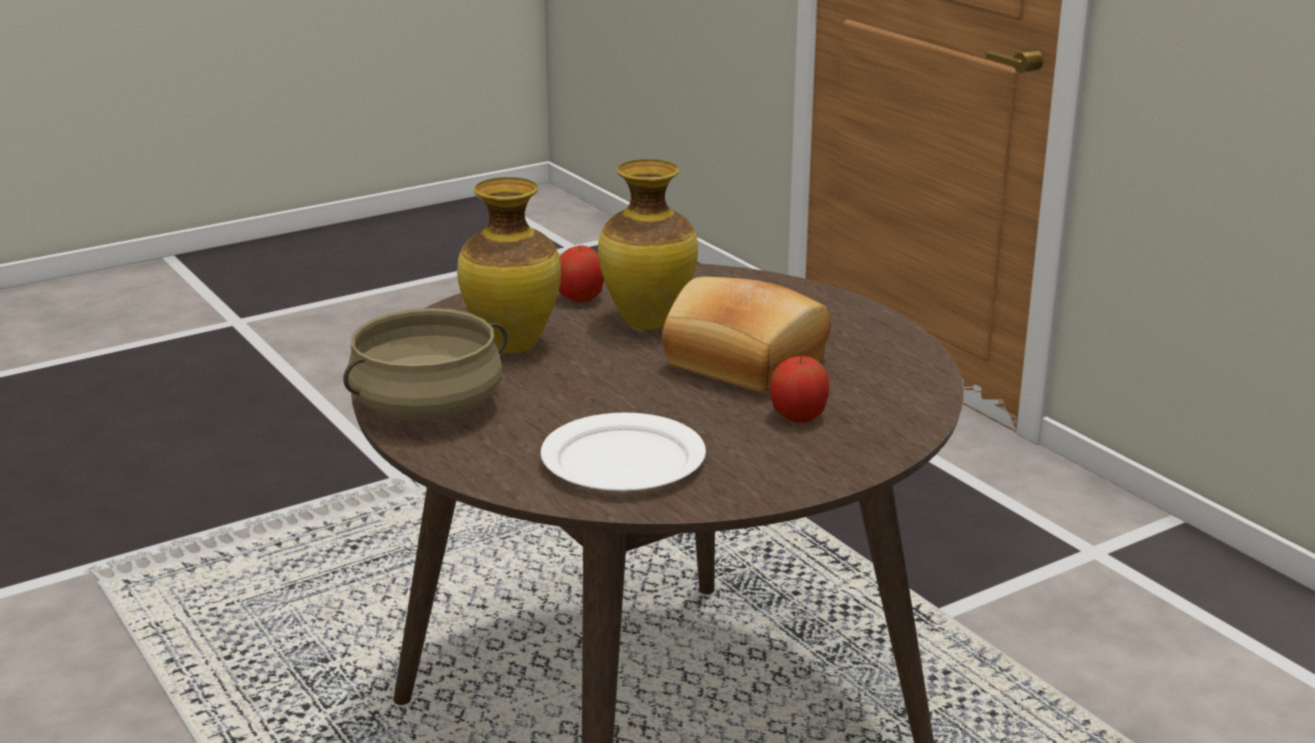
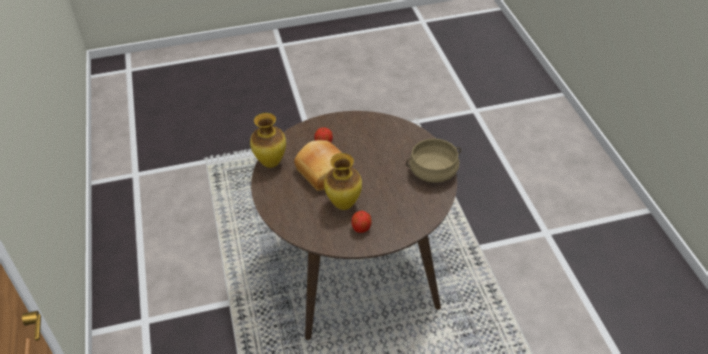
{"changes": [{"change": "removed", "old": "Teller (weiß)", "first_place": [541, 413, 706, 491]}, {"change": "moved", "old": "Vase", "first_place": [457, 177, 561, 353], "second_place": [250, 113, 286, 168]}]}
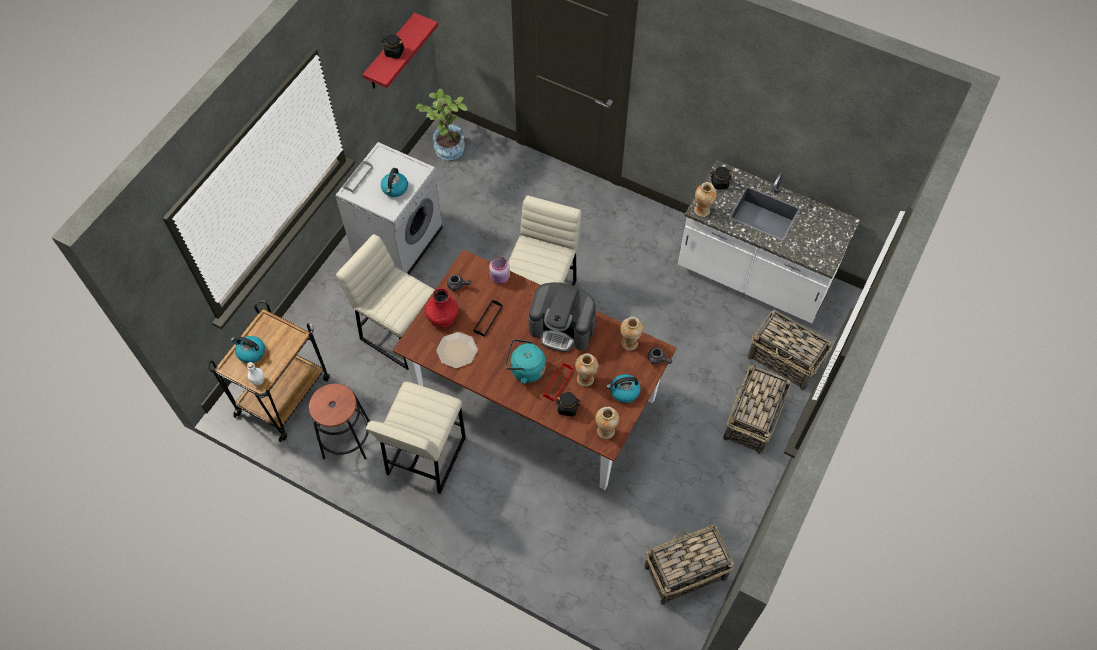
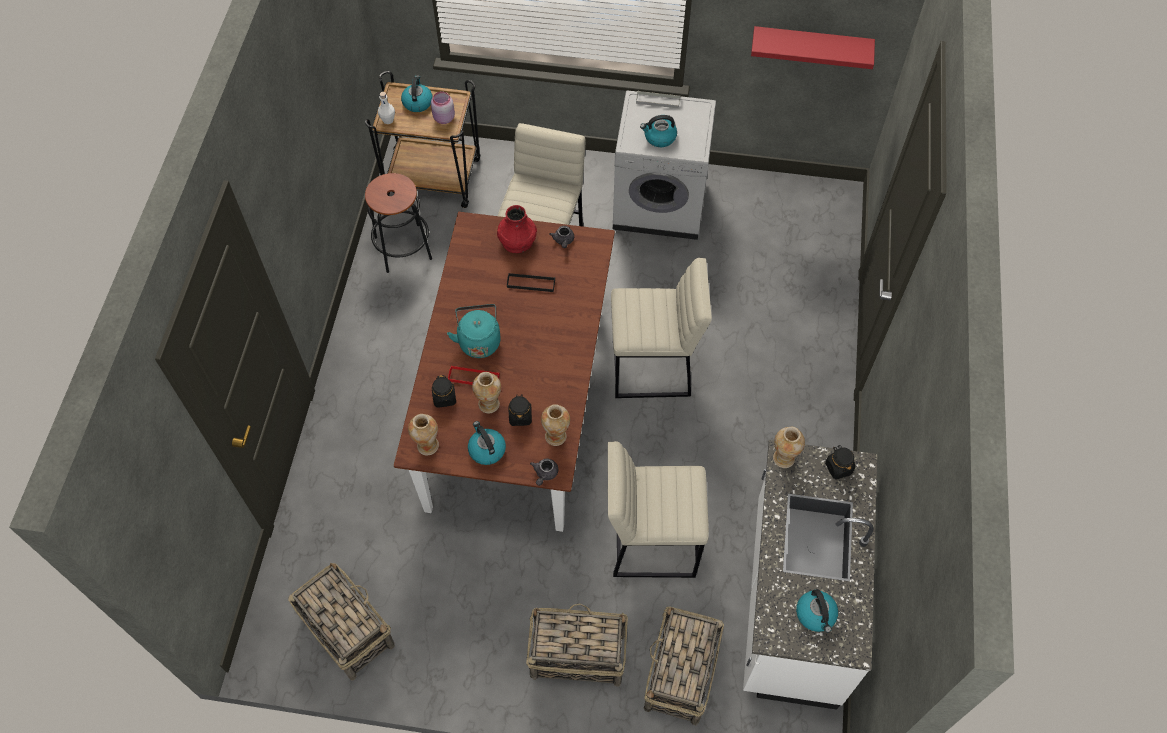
{"changes": [{"change": "removed", "old": "Topfpflanze", "first_place": [416, 89, 467, 160]}, {"change": "removed", "old": "Teller", "first_place": [437, 332, 478, 368]}, {"change": "removed", "old": "Kaffeemaschine", "first_place": [528, 282, 596, 352]}, {"change": "added", "new": "Wasserkessel", "second_place": [796, 589, 838, 633]}, {"change": "moved", "old": "Stuhl (beige)", "first_place": [366, 382, 466, 494], "second_place": [608, 441, 709, 578]}, {"change": "moved", "old": "Vorratsglas (schwarz)", "first_place": [383, 34, 404, 59], "second_place": [509, 394, 532, 426]}, {"change": "moved", "old": "Vorratsglas (rosa)", "first_place": [489, 257, 510, 284], "second_place": [431, 91, 455, 124]}]}
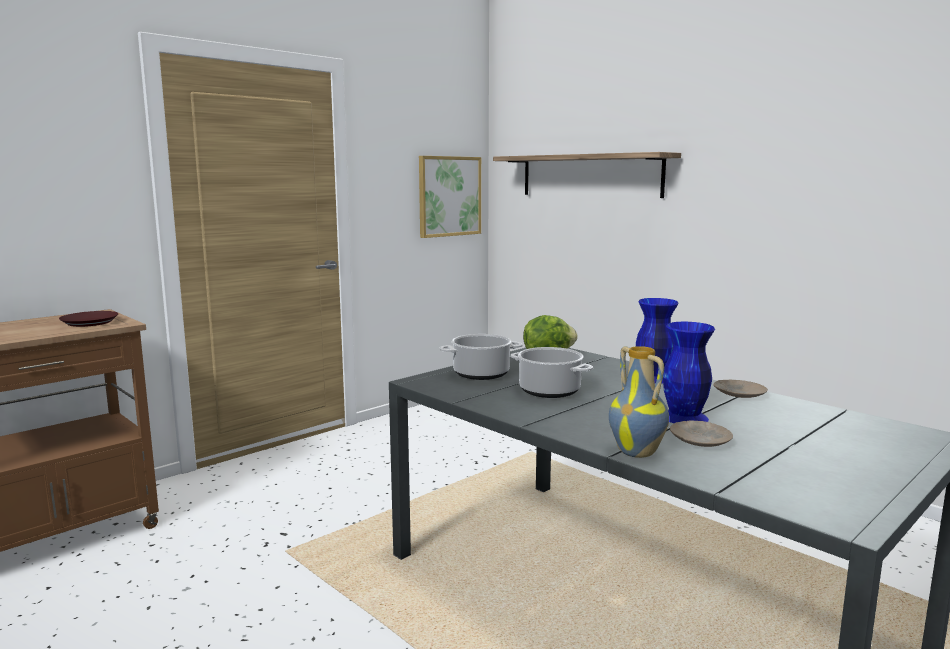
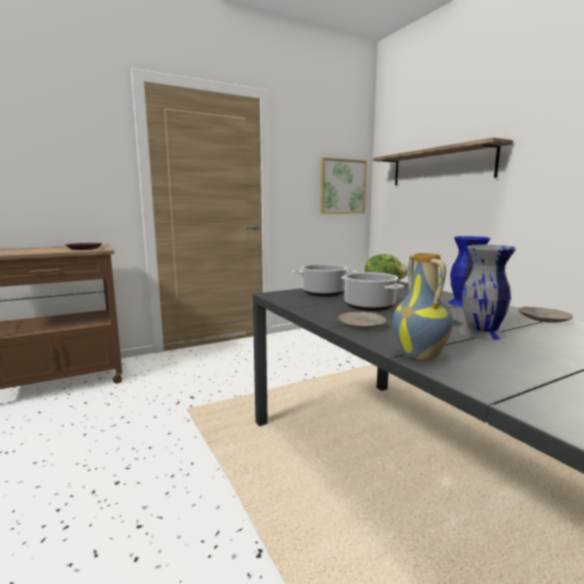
{"changes": [{"change": "moved", "old": "Teller (beige)", "first_place": [670, 421, 733, 447], "second_place": [338, 312, 387, 329]}, {"change": "recoloured", "old": "Vase (blau)", "new": "Vase (grau)", "first_place": [663, 322, 715, 423], "second_place": [459, 245, 516, 340]}]}
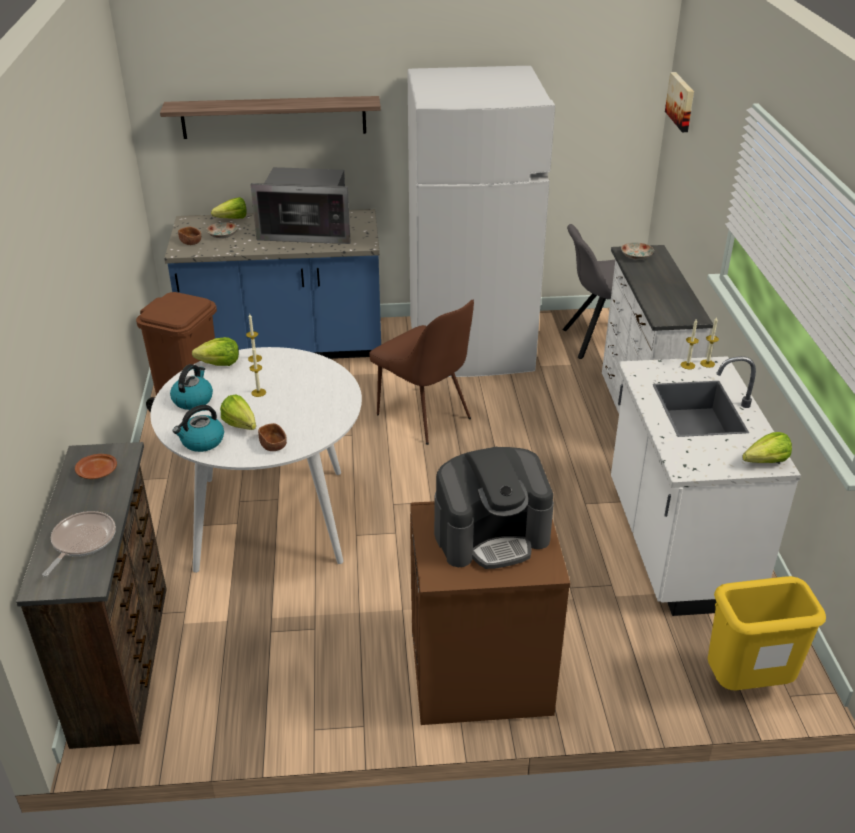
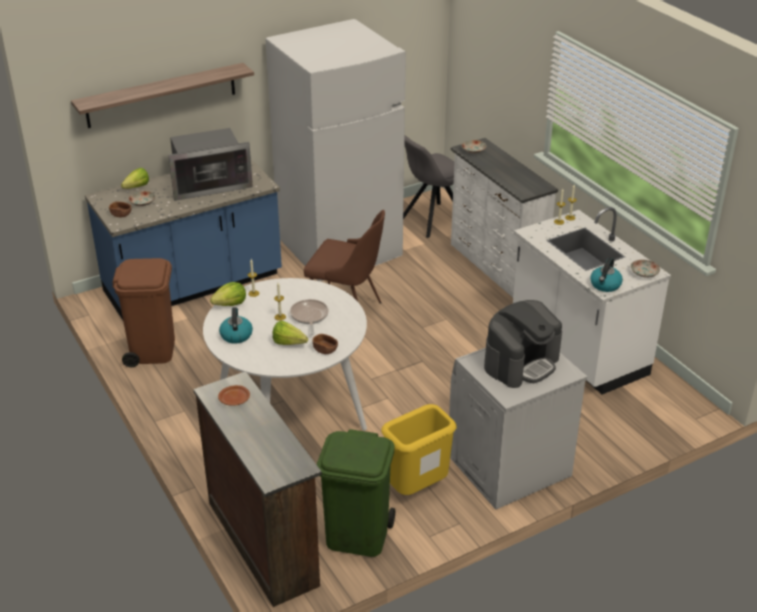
{"changes": [{"change": "removed", "old": "Bild", "first_place": [665, 72, 694, 132]}, {"change": "added", "new": "Mülleimer (grün)", "second_place": [317, 429, 395, 557]}, {"change": "moved", "old": "Pfanne", "first_place": [42, 511, 116, 577], "second_place": [290, 299, 328, 335]}, {"change": "moved", "old": "Wasserkessel", "first_place": [173, 405, 224, 452], "second_place": [590, 258, 623, 292]}, {"change": "moved", "old": "Mülleimer (gelb)", "first_place": [708, 576, 826, 690], "second_place": [381, 404, 457, 495]}, {"change": "replaced", "old": "Salatkopf", "new": "Teller", "first_place": [742, 432, 792, 463], "second_place": [631, 260, 660, 278]}, {"change": "recoloured", "old": "Waschmaschine (braun)", "new": "Waschmaschine (weiß)", "first_place": [410, 501, 570, 725], "second_place": [449, 348, 587, 510]}]}
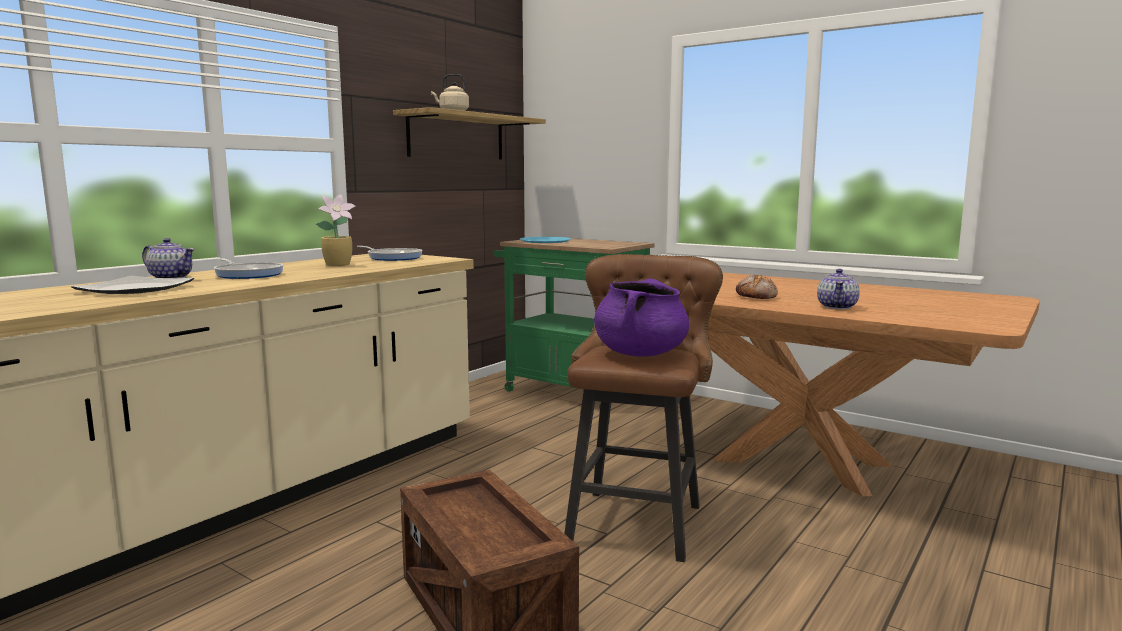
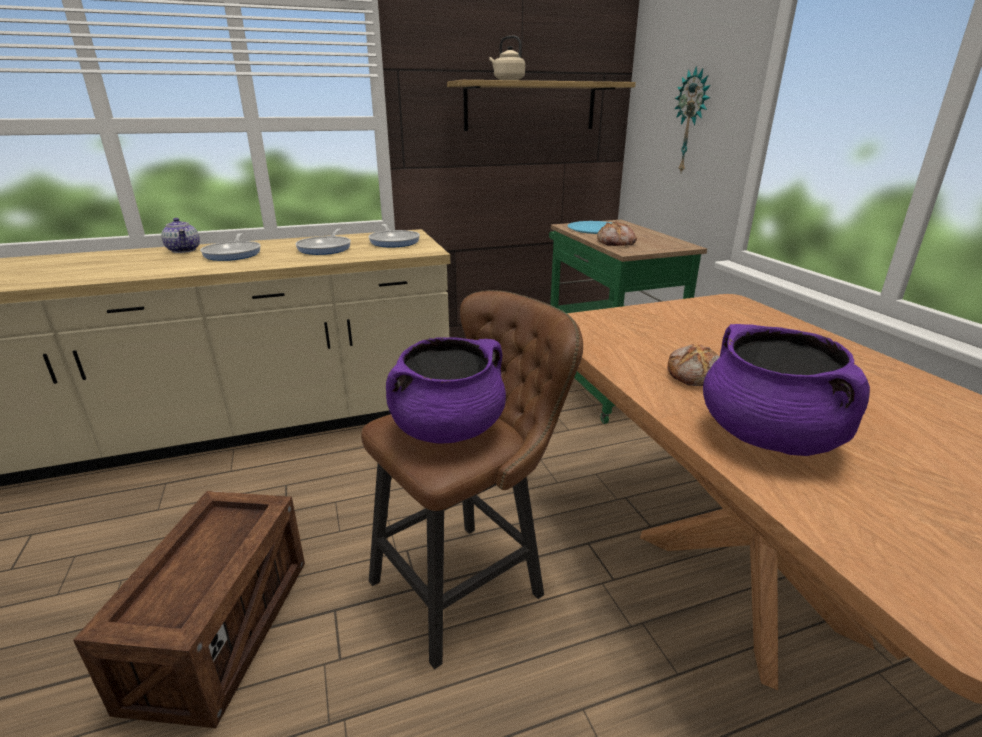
{"changes": [{"change": "removed", "old": "Teller", "first_place": [71, 276, 194, 294]}, {"change": "added", "new": "Brot", "second_place": [597, 221, 637, 246]}, {"change": "added", "new": "Wanduhr", "second_place": [675, 66, 711, 172]}, {"change": "replaced", "old": "Topfpflanze", "new": "Pfanne", "first_place": [316, 195, 356, 266], "second_place": [295, 229, 351, 255]}, {"change": "replaced", "old": "Teekanne", "new": "Kochtopf (lila)", "first_place": [817, 269, 860, 309], "second_place": [703, 324, 870, 456]}]}
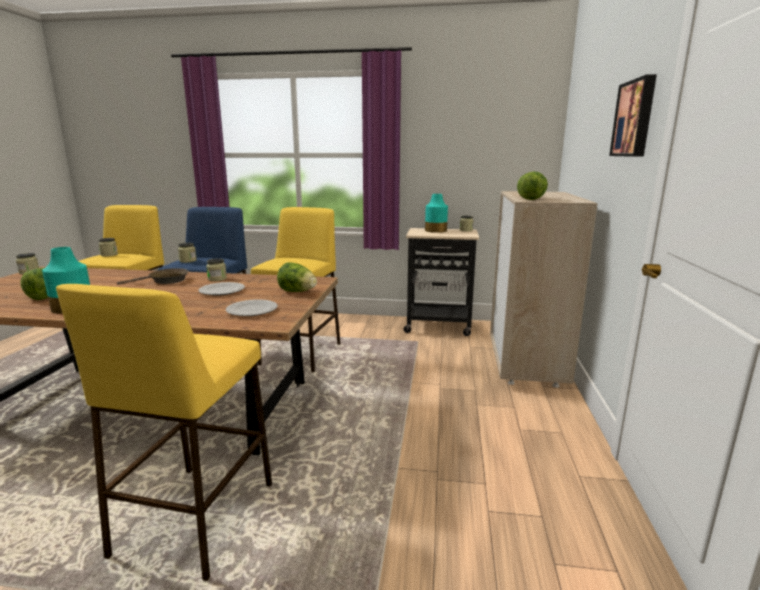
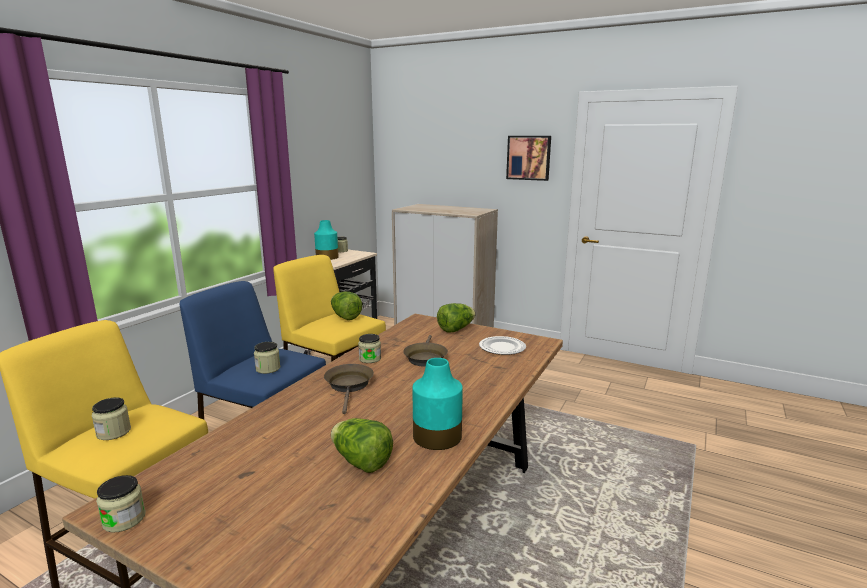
{"changes": [{"change": "removed", "old": "Hocker (gelb)", "first_place": [56, 284, 272, 581]}, {"change": "moved", "old": "Salatkopf", "first_place": [517, 172, 548, 200], "second_place": [331, 292, 362, 320]}, {"change": "replaced", "old": "Teller", "new": "Pfanne (braun)", "first_place": [198, 282, 245, 296], "second_place": [403, 335, 448, 367]}]}
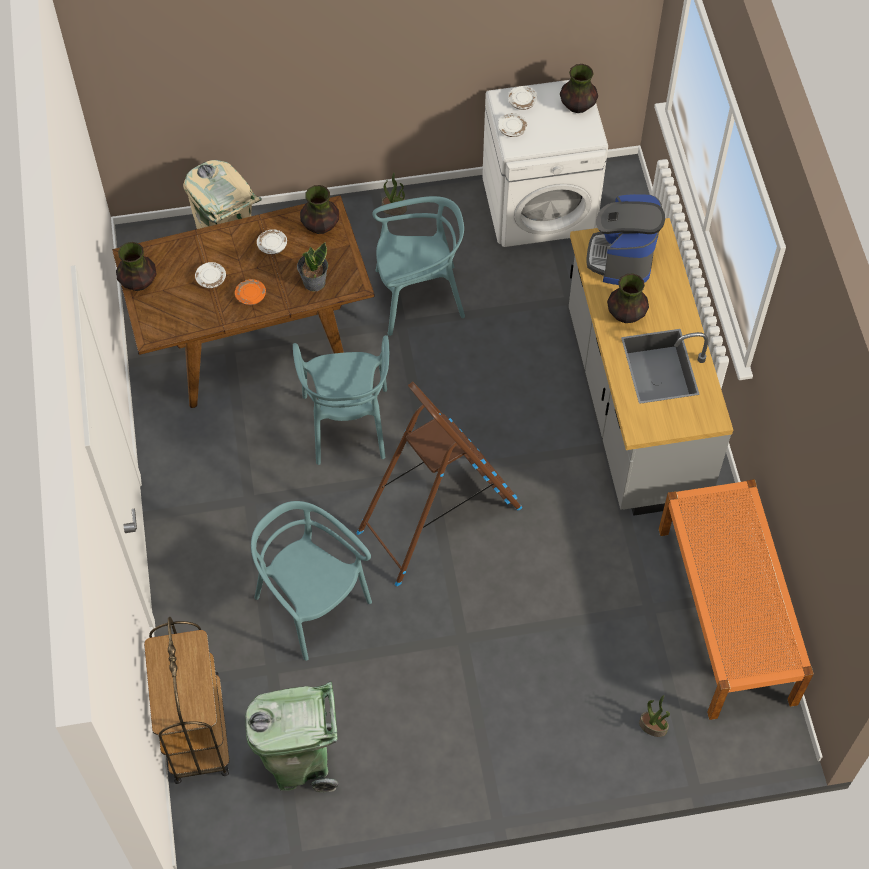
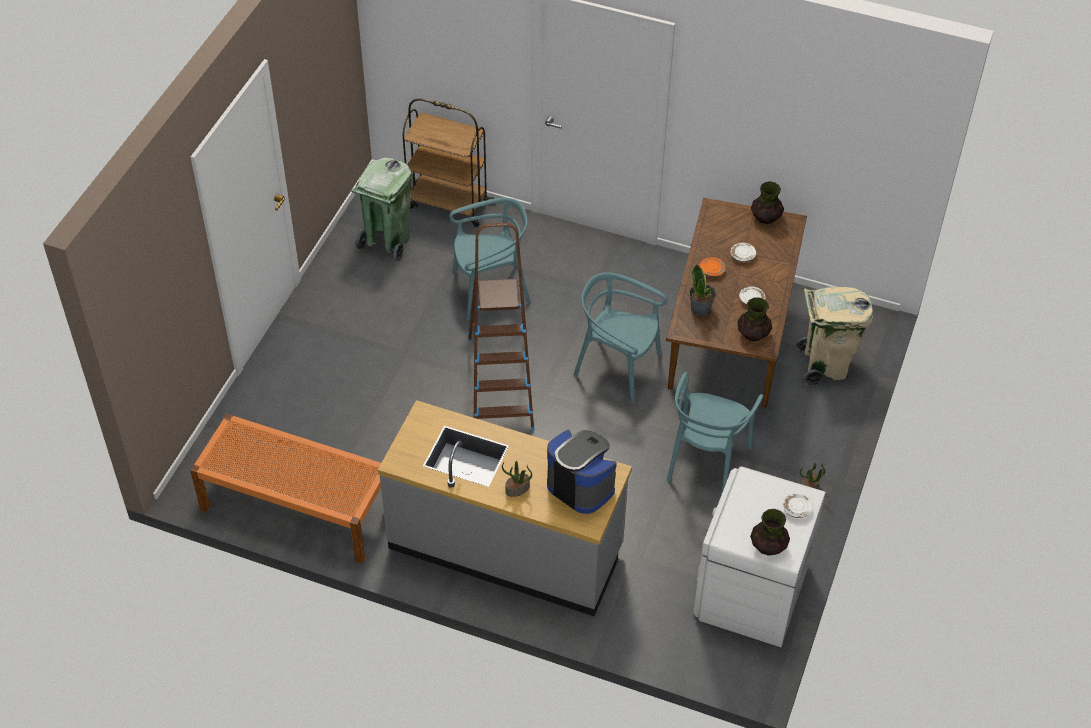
{"changes": [{"change": "removed", "old": "Teller (weiß)", "first_place": [498, 113, 527, 137]}, {"change": "removed", "old": "Vase", "first_place": [607, 273, 649, 323]}, {"change": "moved", "old": "Topfpflanze", "first_place": [639, 695, 670, 737], "second_place": [502, 461, 532, 497]}]}
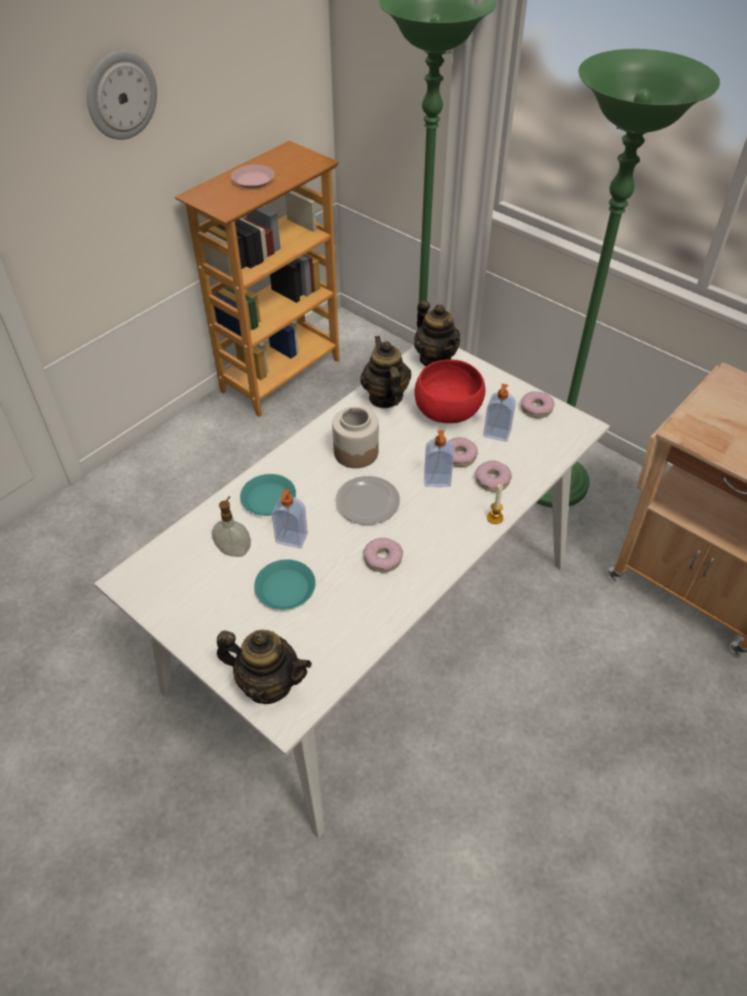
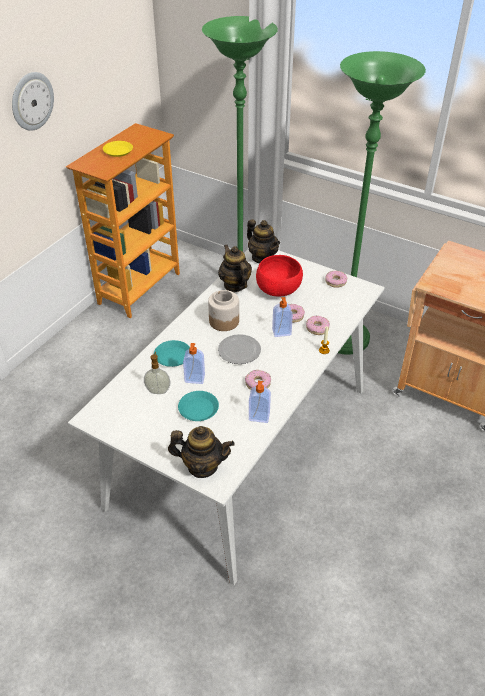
{"changes": [{"change": "moved", "old": "Seifenspender", "first_place": [483, 384, 516, 442], "second_place": [249, 381, 271, 423]}, {"change": "recoloured", "old": "Teller (rosa)", "new": "Teller (gelb)", "first_place": [231, 165, 275, 188], "second_place": [103, 141, 133, 157]}]}
